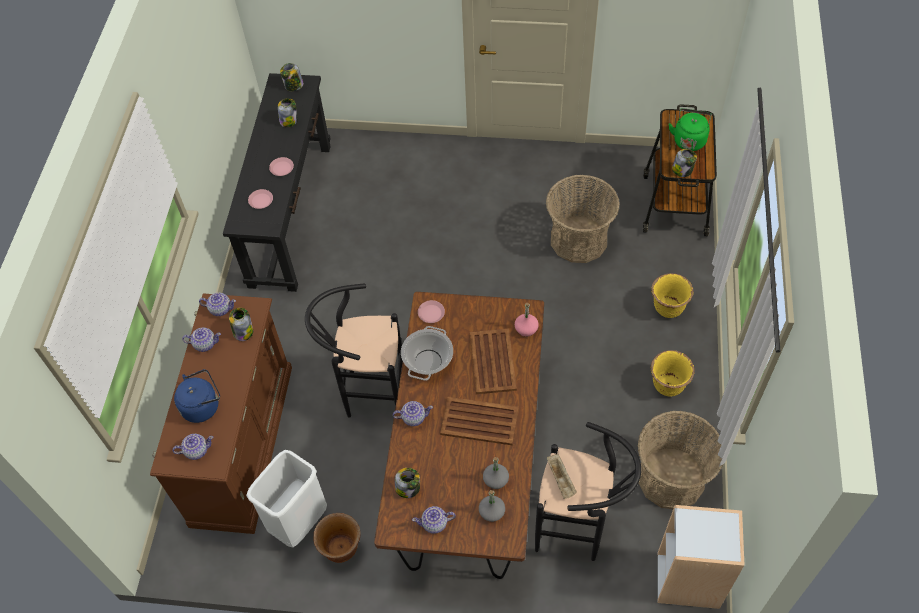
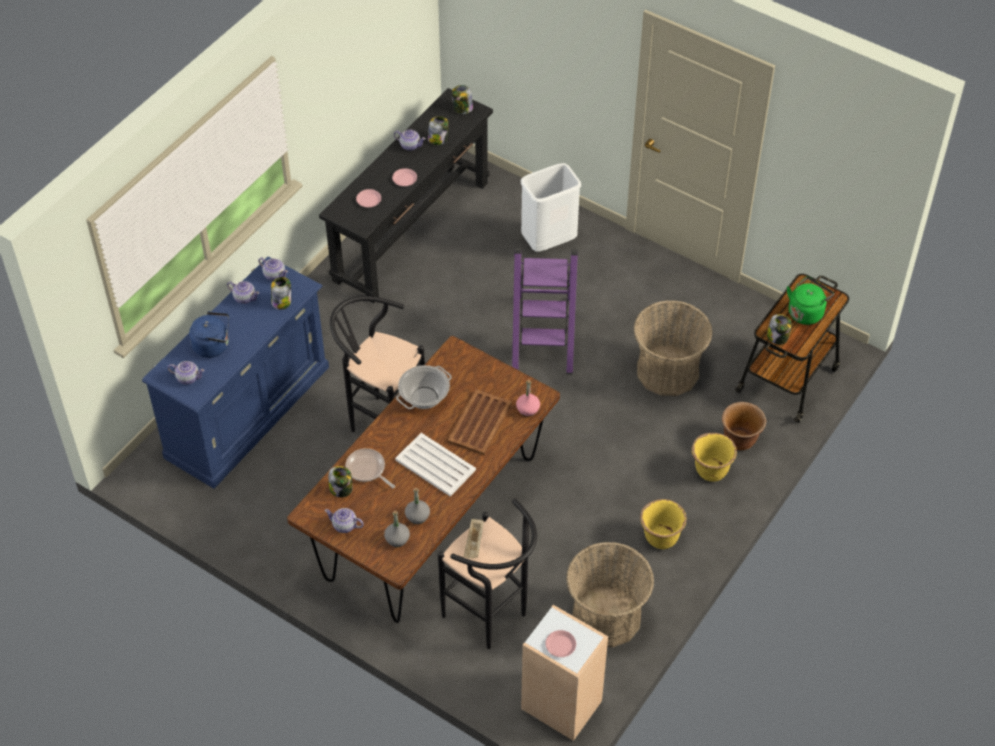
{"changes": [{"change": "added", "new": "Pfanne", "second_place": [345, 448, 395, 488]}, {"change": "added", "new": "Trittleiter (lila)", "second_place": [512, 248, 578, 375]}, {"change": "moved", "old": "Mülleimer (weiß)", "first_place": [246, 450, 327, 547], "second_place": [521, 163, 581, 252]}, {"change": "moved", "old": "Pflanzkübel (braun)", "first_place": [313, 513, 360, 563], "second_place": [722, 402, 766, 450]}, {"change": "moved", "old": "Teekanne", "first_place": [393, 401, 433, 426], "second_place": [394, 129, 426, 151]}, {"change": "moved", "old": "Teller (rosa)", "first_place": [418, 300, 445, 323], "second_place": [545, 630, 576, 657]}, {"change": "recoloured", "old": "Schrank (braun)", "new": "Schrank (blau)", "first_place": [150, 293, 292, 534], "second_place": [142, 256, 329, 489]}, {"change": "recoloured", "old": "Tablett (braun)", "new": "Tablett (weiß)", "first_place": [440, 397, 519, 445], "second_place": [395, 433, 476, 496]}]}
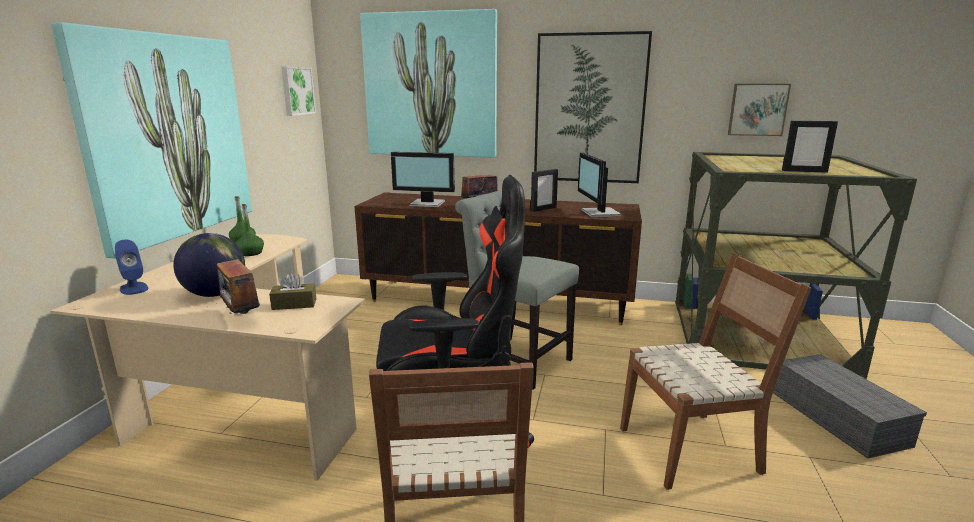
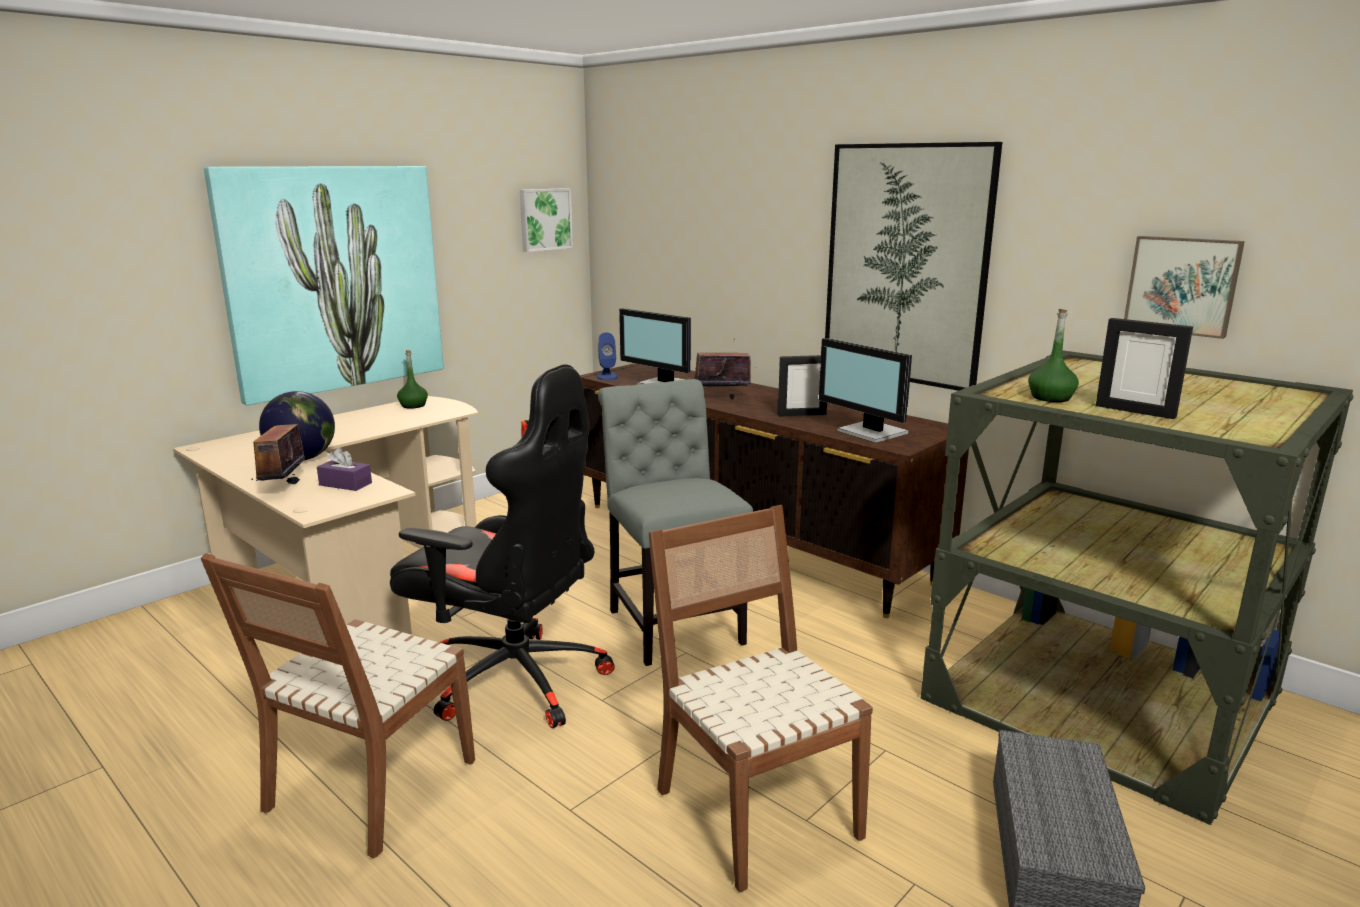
{"changes": [{"change": "removed", "old": "Bild", "first_place": [360, 9, 497, 158]}, {"change": "moved", "old": "Lautsprecher (blau)", "first_place": [115, 240, 148, 295], "second_place": [597, 333, 618, 380]}, {"change": "moved", "old": "Flasche (grün)", "first_place": [236, 204, 264, 256], "second_place": [1028, 309, 1079, 402]}, {"change": "recoloured", "old": "Taschentuchbox (braun)", "new": "Taschentuchbox (lila)", "first_place": [269, 273, 316, 310], "second_place": [317, 447, 372, 491]}, {"change": "turned", "old": "Monitor", "first_place": [578, 153, 622, 217], "second_place": [819, 338, 912, 443], "degrees": -60}, {"change": "turned", "old": "Stuhl", "first_place": [620, 253, 811, 490], "second_place": [649, 505, 873, 892], "degrees": -135}]}
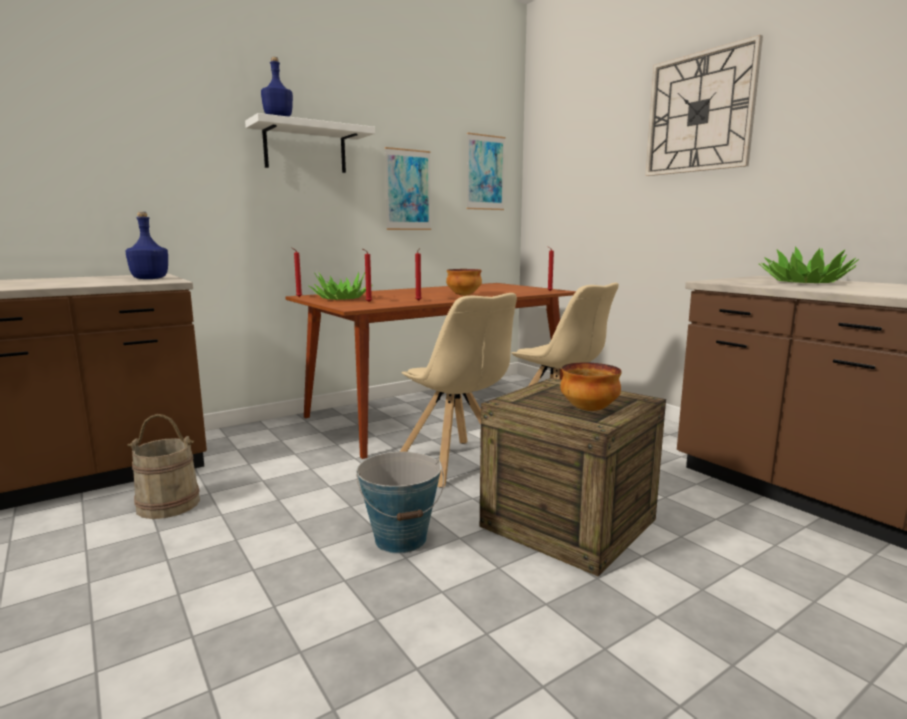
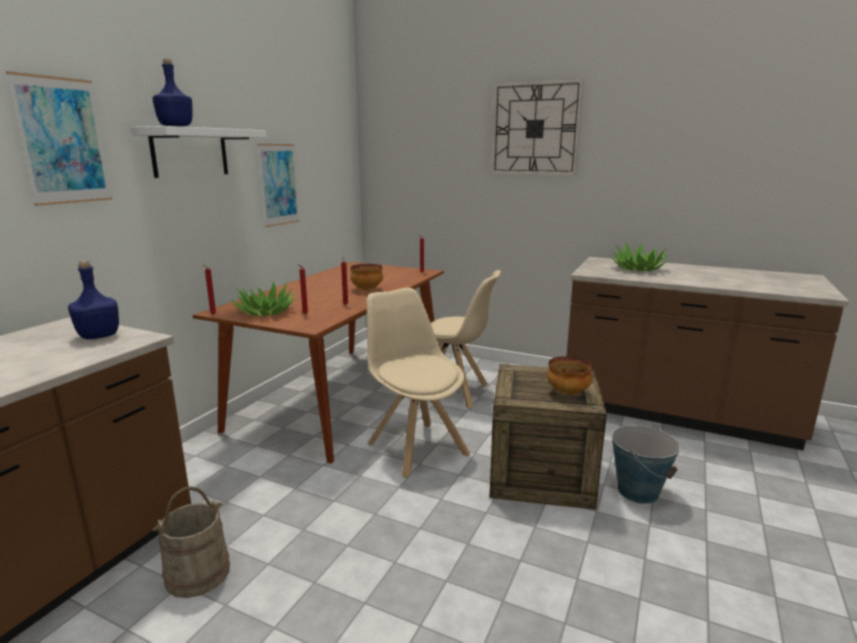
{"changes": [{"change": "moved", "old": "Eimer", "first_place": [356, 452, 444, 554], "second_place": [612, 425, 680, 504]}, {"change": "moved", "old": "Bild", "first_place": [466, 133, 505, 210], "second_place": [6, 71, 112, 206]}, {"change": "turned", "old": "Stuhl (beige)", "first_place": [400, 293, 517, 488], "second_place": [366, 288, 470, 478], "degrees": -150}]}
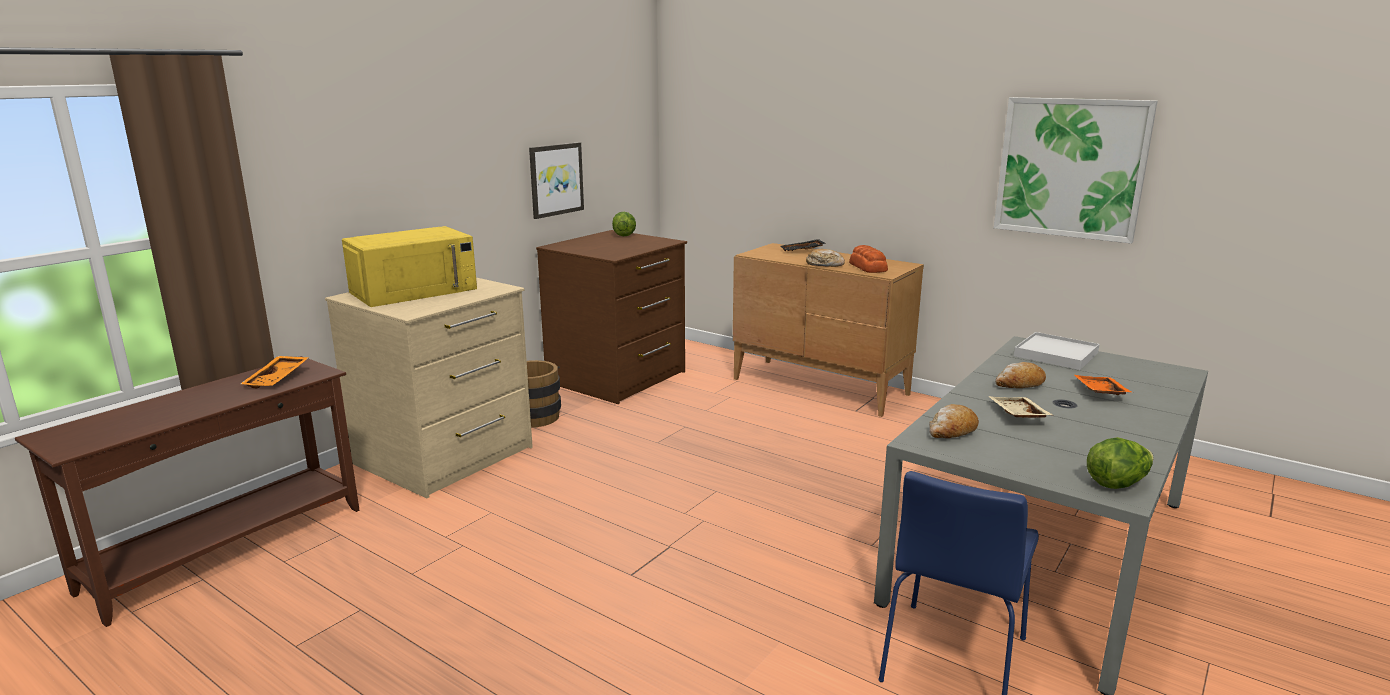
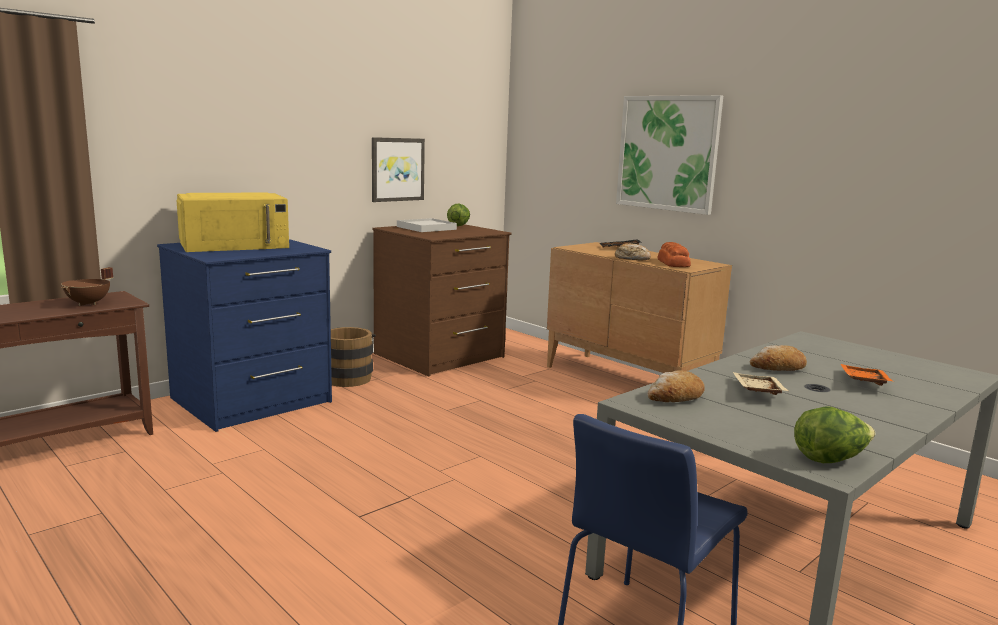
{"changes": [{"change": "moved", "old": "Bild", "first_place": [994, 97, 1158, 244], "second_place": [616, 95, 723, 215]}, {"change": "moved", "old": "Tablett (weiß)", "first_place": [1014, 332, 1100, 370], "second_place": [397, 218, 457, 232]}, {"change": "replaced", "old": "Tablett (orange)", "new": "Kochtopf (braun)", "first_place": [241, 356, 309, 388], "second_place": [61, 267, 113, 306]}, {"change": "recoloured", "old": "Kommode (beige)", "new": "Kommode (blau)", "first_place": [325, 278, 533, 498], "second_place": [157, 239, 332, 432]}]}
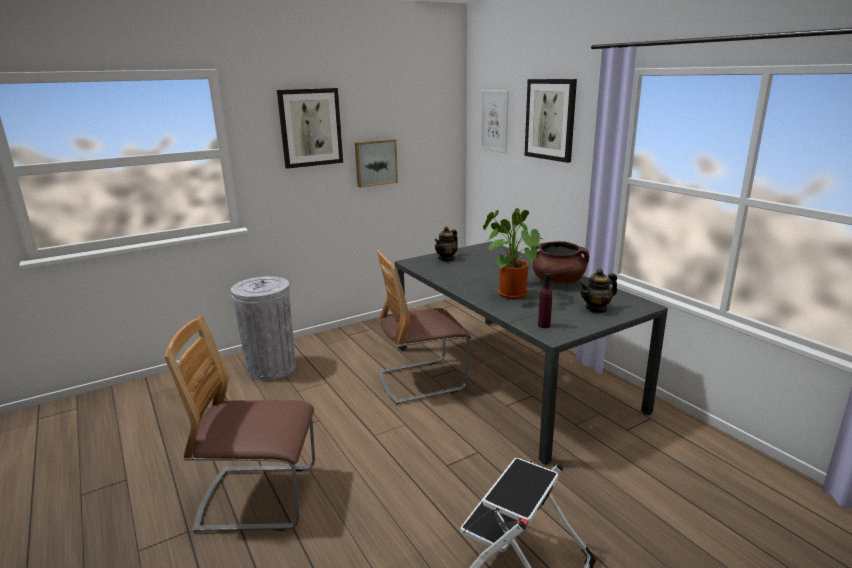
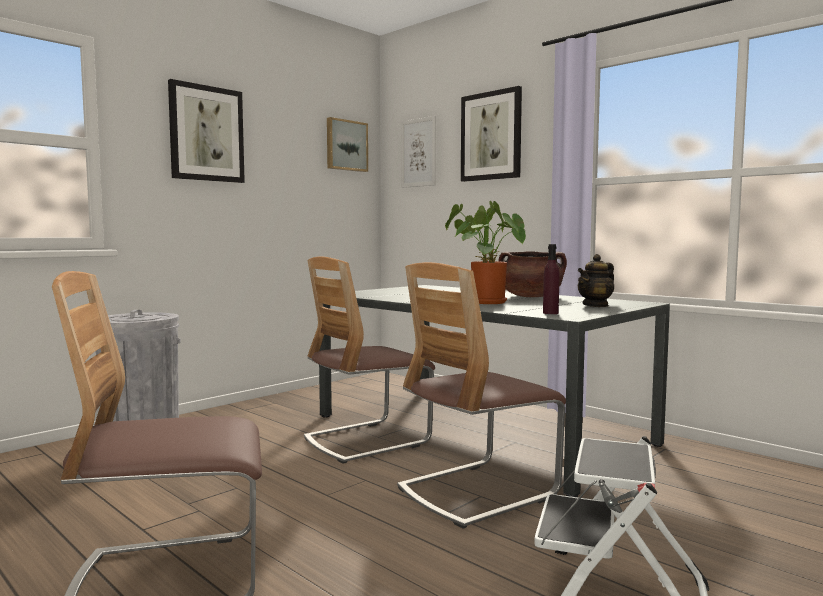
{"changes": [{"change": "removed", "old": "Teekanne", "first_place": [435, 227, 458, 261]}, {"change": "added", "new": "Stuhl", "second_place": [397, 262, 566, 529]}, {"change": "moved", "old": "Bild", "first_place": [355, 139, 398, 188], "second_place": [327, 117, 368, 172]}]}
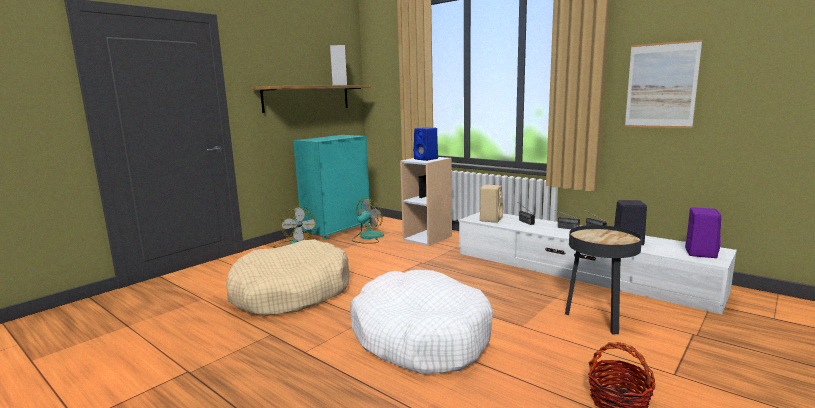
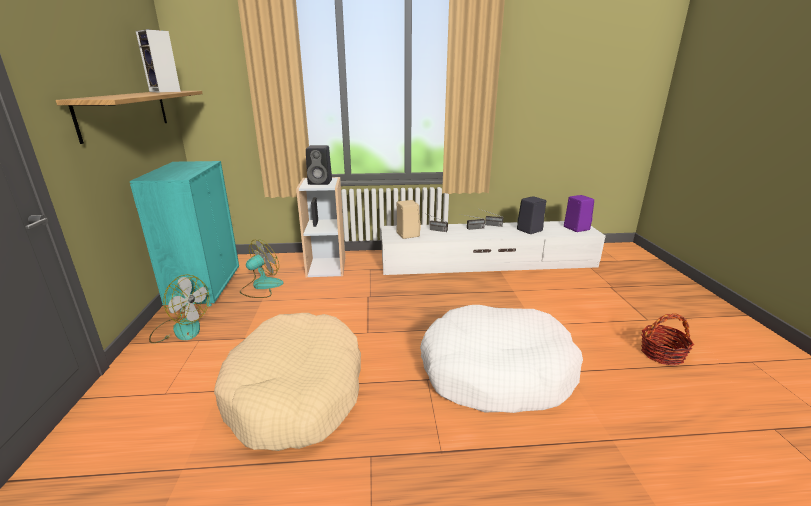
{"changes": [{"change": "removed", "old": "Beistelltisch (schwarz)", "first_place": [565, 225, 642, 335]}, {"change": "removed", "old": "Bild", "first_place": [625, 40, 702, 128]}, {"change": "recoloured", "old": "Lautsprecher (blau)", "new": "Lautsprecher (schwarz)", "first_place": [413, 127, 438, 161], "second_place": [306, 145, 332, 185]}, {"change": "turned", "old": "Ventilator", "first_place": [352, 198, 384, 244], "second_place": [240, 240, 284, 298], "degrees": 45}]}
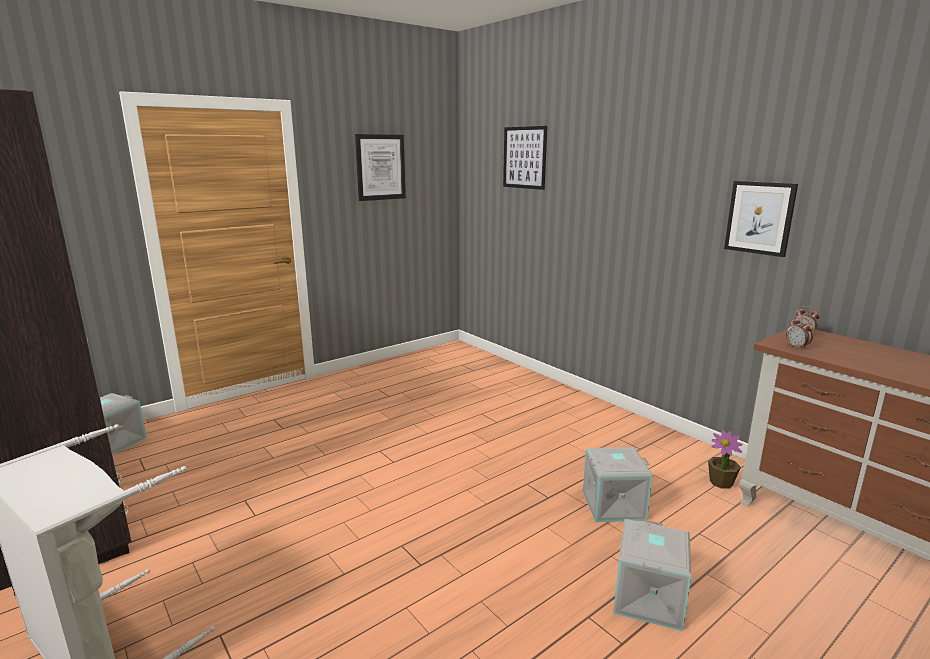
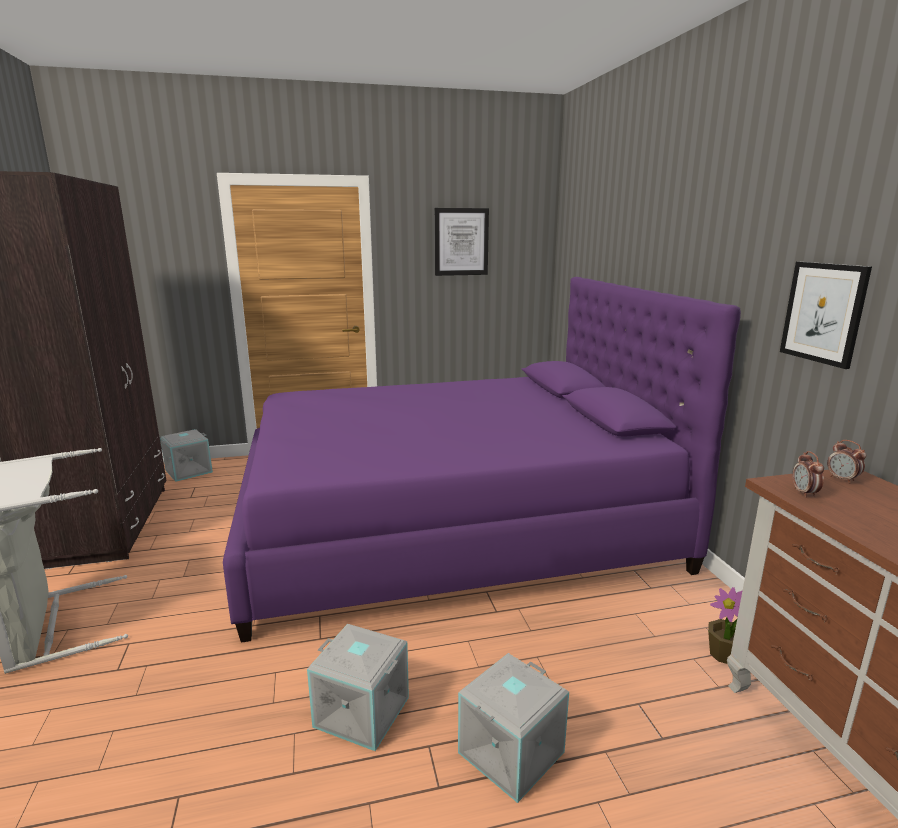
{"changes": [{"change": "removed", "old": "Bild", "first_place": [503, 126, 547, 190]}, {"change": "added", "new": "Bett (lila)", "second_place": [223, 277, 741, 643]}, {"change": "moved", "old": "Aufbewahrungsbox (grau)", "first_place": [583, 447, 652, 522], "second_place": [307, 624, 409, 751]}]}
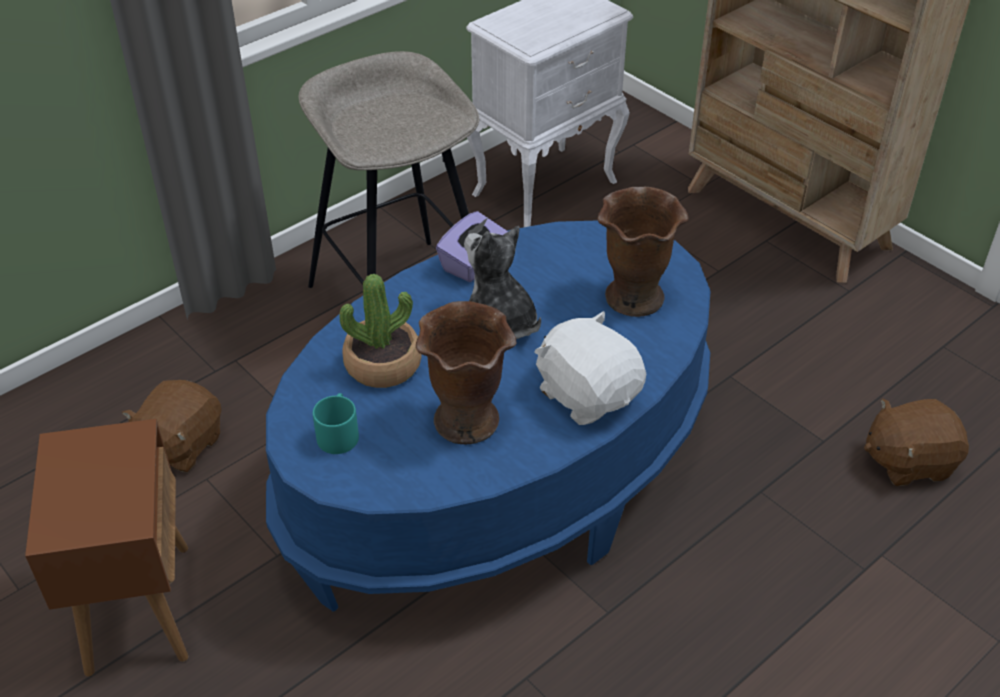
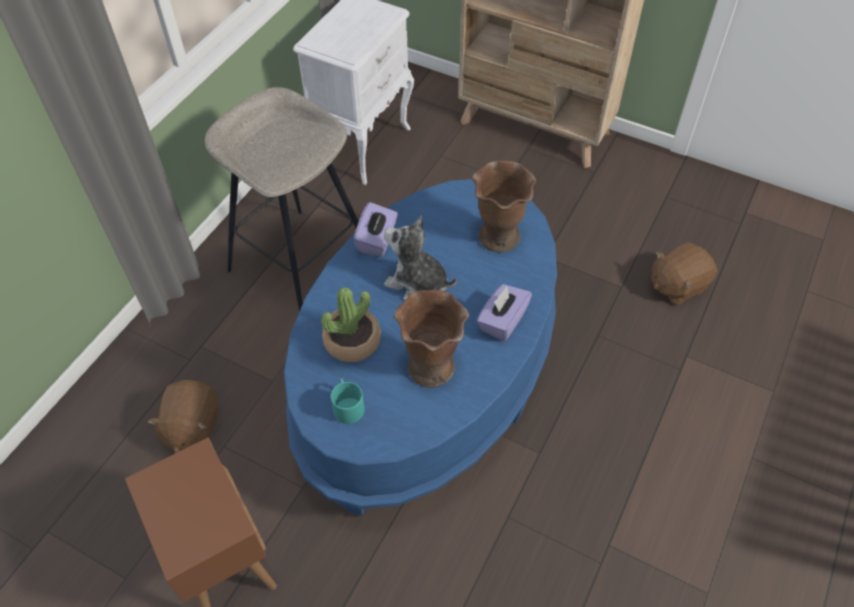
{"changes": [{"change": "replaced", "old": "Plüschtier (weiß)", "new": "Taschentuchbox (lila)", "first_place": [534, 311, 646, 425], "second_place": [477, 284, 532, 341]}]}
